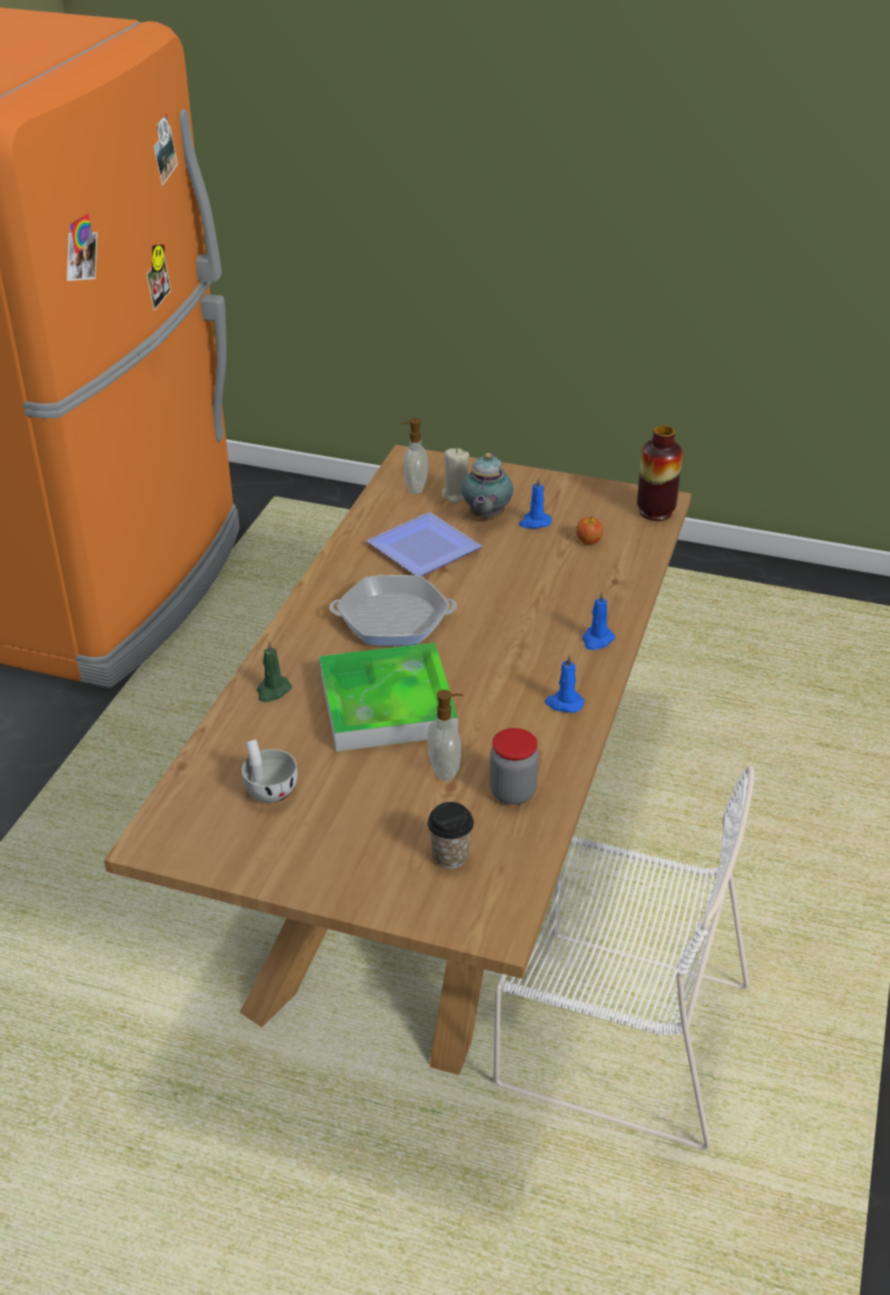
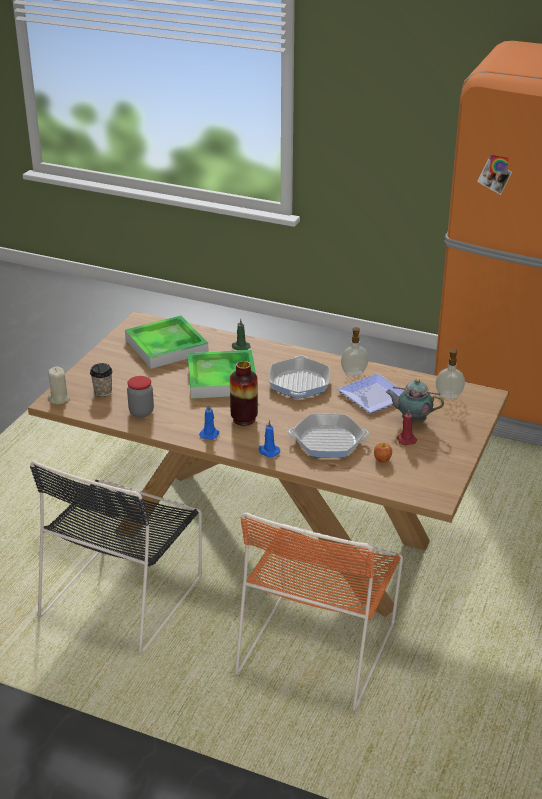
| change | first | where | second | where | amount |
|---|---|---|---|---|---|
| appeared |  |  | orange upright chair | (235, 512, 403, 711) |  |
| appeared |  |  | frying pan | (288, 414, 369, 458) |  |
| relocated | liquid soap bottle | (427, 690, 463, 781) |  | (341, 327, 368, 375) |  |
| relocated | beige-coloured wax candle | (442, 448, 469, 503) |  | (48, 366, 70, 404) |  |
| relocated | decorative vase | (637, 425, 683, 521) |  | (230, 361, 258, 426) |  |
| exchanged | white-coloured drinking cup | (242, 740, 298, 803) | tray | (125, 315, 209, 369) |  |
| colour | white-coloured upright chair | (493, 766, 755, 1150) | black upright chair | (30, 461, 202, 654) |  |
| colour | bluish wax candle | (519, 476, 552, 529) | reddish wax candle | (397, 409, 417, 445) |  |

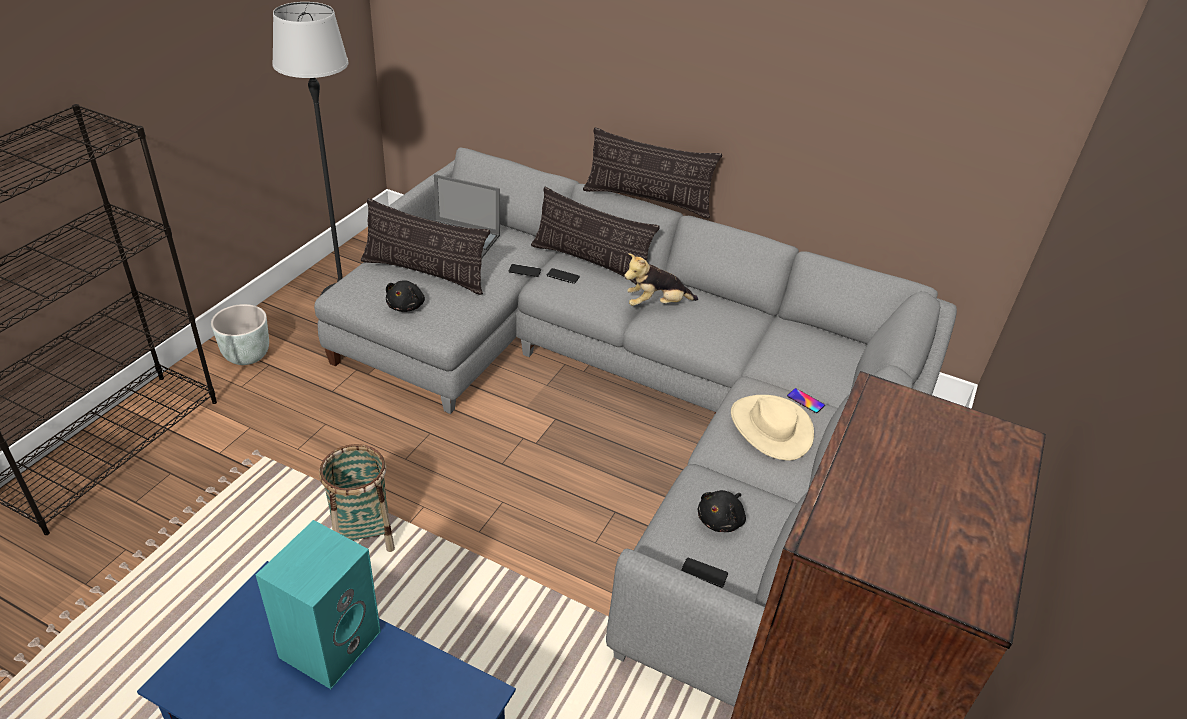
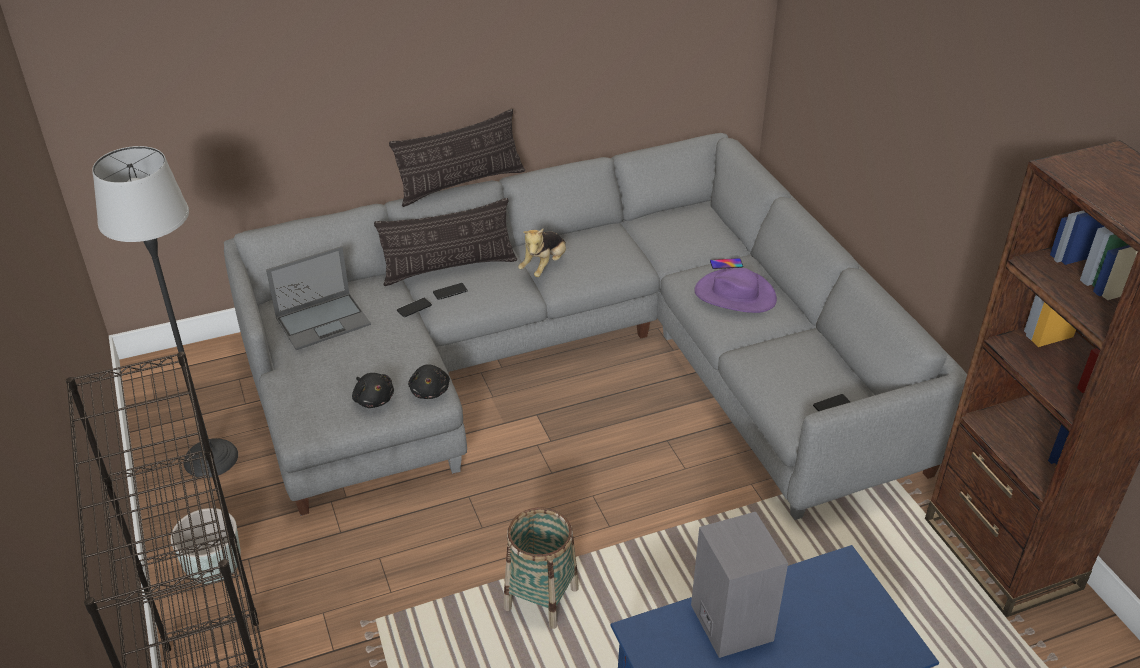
| change | first | where | second | where | amount |
|---|---|---|---|---|---|
| missing | throw pillow | (361, 198, 490, 295) |  |  |  |
| relocated | black soft toy | (697, 490, 746, 532) |  | (408, 364, 450, 399) |  |
| colour | turquoise-coloured audio speaker | (256, 520, 381, 689) | gray audio speaker | (691, 512, 788, 658) |  |
| colour | beige-coloured hat | (731, 395, 814, 461) | purple-coloured hat | (694, 268, 777, 313) |  |

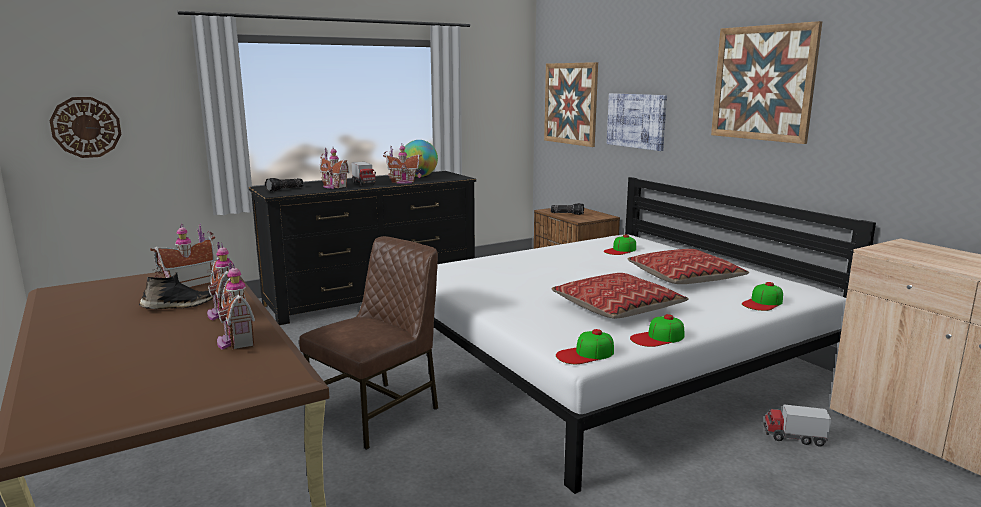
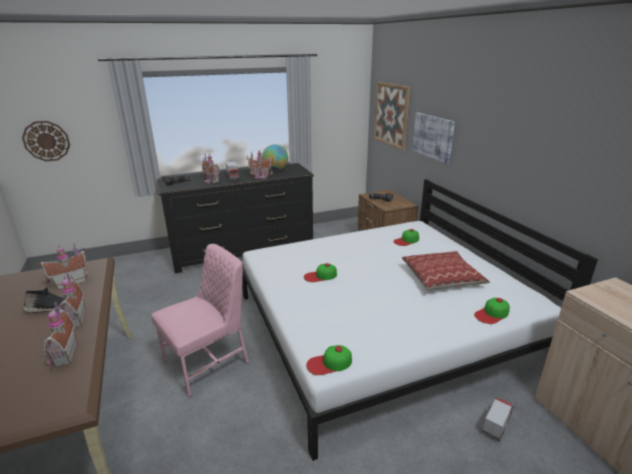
| change | first | where | second | where | amount |
|---|---|---|---|---|---|
| missing | throw pillow | (551, 273, 689, 319) |  |  |  |
| missing | wall picture | (711, 21, 822, 144) |  |  |  |
| relocated | cap | (630, 314, 684, 347) |  | (304, 263, 337, 282) |  |
| colour | brown-coloured upright chair | (299, 236, 438, 450) | pinkish upright chair | (151, 244, 249, 397) |  |
| spun | model truck | (763, 404, 832, 446) |  | (482, 398, 514, 441) | 105 degrees clockwise |

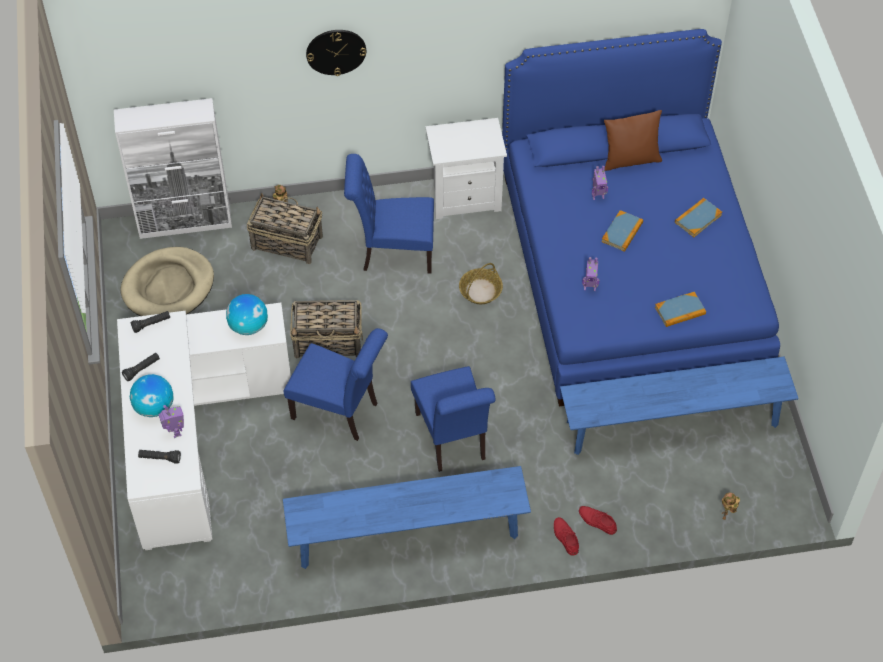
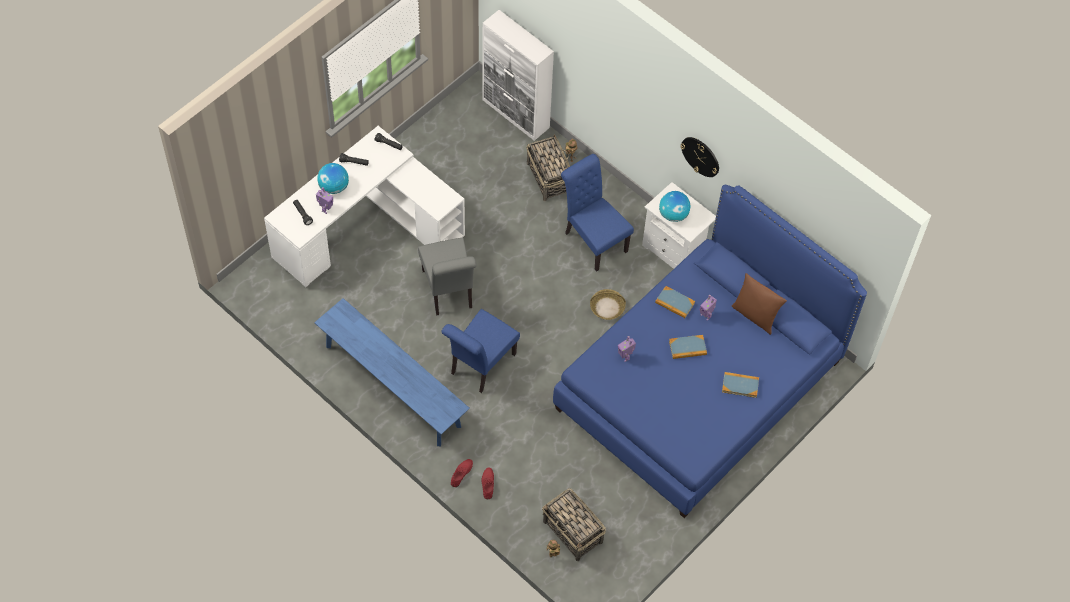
| change | first | where | second | where | amount |
|---|---|---|---|---|---|
| missing | beige-coloured dog cushion | (120, 247, 214, 316) |  |  |  |
| missing | bluish indoor bench | (560, 357, 799, 455) |  |  |  |
| relocated | globe | (226, 294, 268, 335) |  | (659, 191, 691, 222) |  |
| relocated | household basket | (290, 300, 363, 358) |  | (542, 488, 606, 561) |  |
| relocated | hanging clock | (306, 30, 366, 76) |  | (680, 137, 719, 177) |  |
| relocated | book | (655, 292, 706, 327) |  | (655, 286, 695, 318) |  |
| colour | bluish upright chair | (284, 328, 388, 441) | gray upright chair | (418, 237, 476, 316) |  |

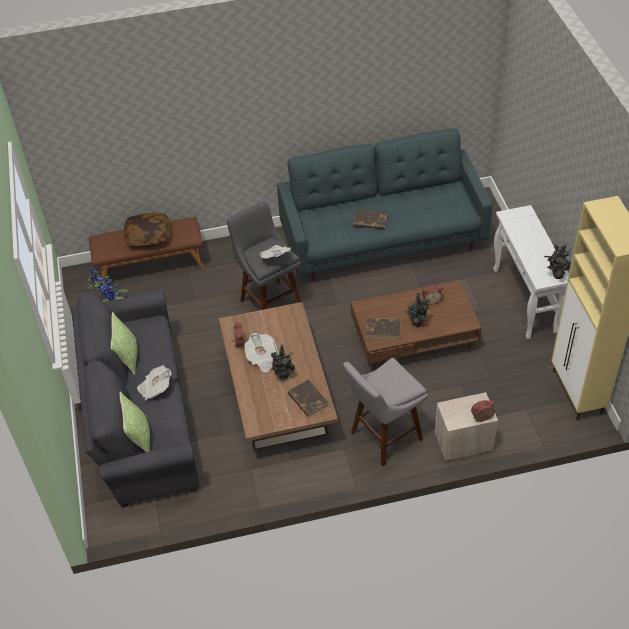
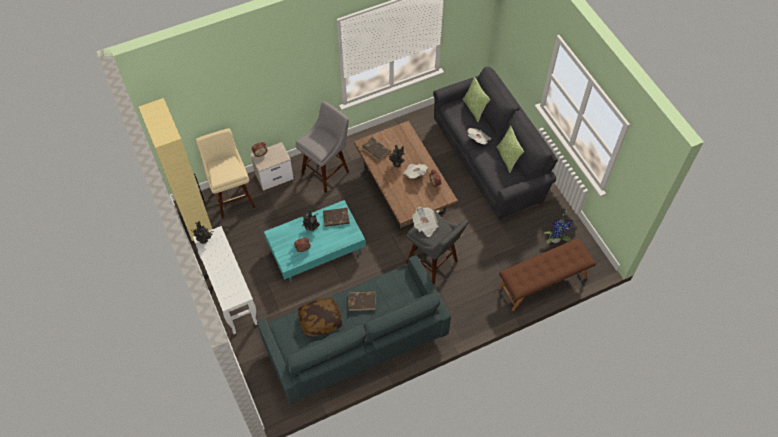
| change | first | where | second | where | amount |
|---|---|---|---|---|---|
| appeared |  |  | beige-coloured stool seat | (196, 128, 256, 219) |  |
| relocated | throw pillow | (124, 213, 171, 247) |  | (298, 298, 342, 337) |  |
| colour | brown-coloured lounge table | (351, 280, 482, 371) | turquoise-coloured lounge table | (264, 200, 366, 281) |  |

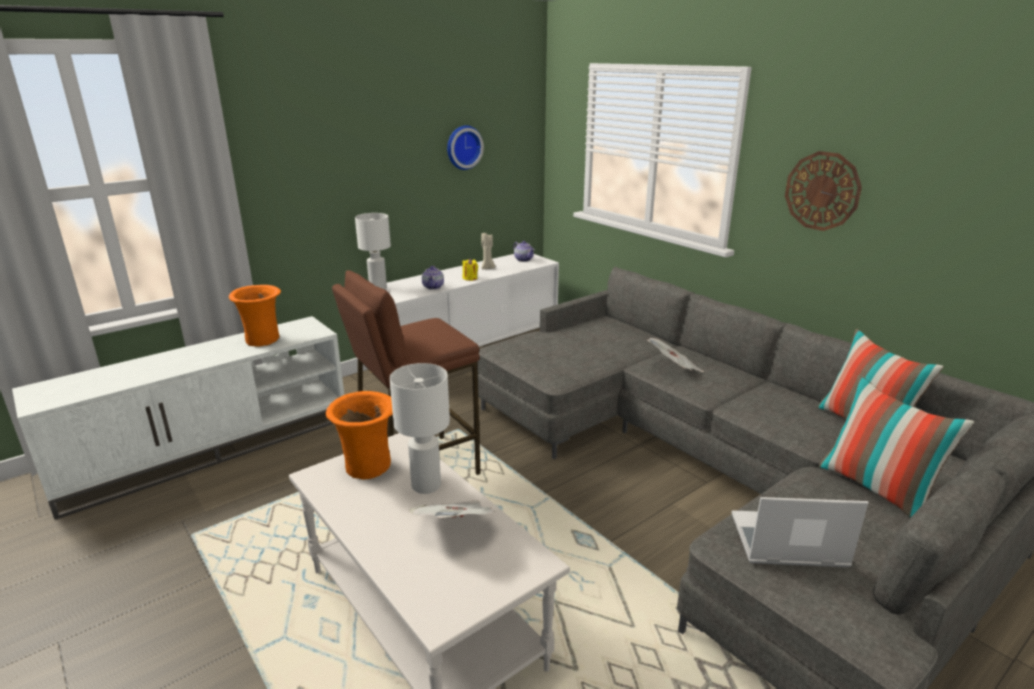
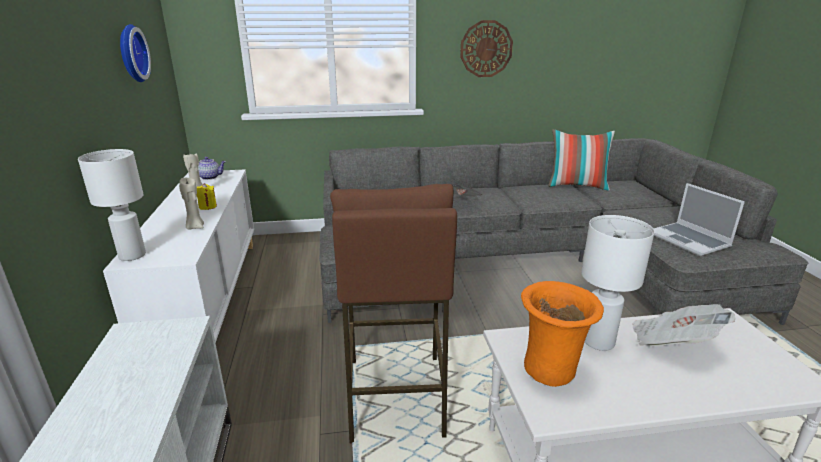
| change | first | where | second | where | amount |
|---|---|---|---|---|---|
| missing | orange decorative vase | (229, 285, 281, 347) |  |  |  |
| missing | throw pillow | (819, 375, 974, 518) |  |  |  |
| exchanged | pot for tea | (422, 266, 444, 290) | beige-coloured wax candle | (179, 178, 204, 230) |  |
| spun | notebook computer | (731, 497, 868, 567) |  | (653, 183, 745, 256) | 60 degrees counterclockwise |

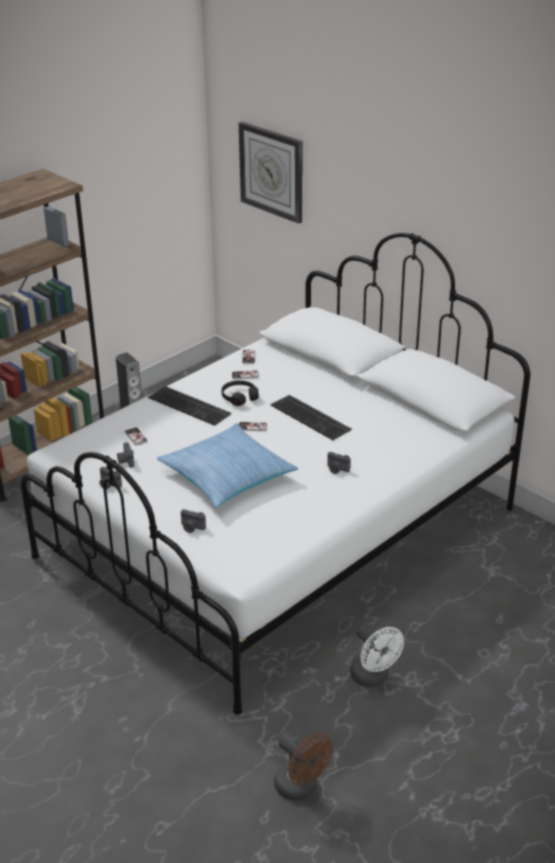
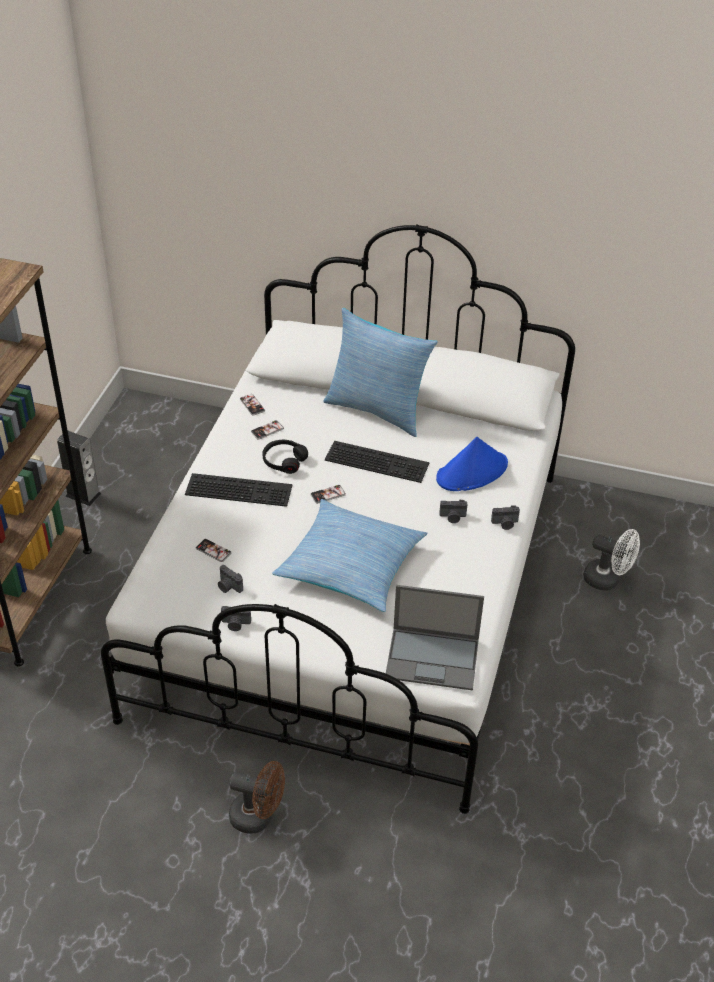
| change | first | where | second | where | amount |
|---|---|---|---|---|---|
| missing | hanging clock | (239, 122, 302, 224) |  |  |  |
| appeared |  |  | throw pillow | (323, 308, 438, 437) |  |
| appeared |  |  | notebook computer | (386, 585, 484, 691) |  |
| appeared |  |  | bluish hat | (436, 437, 508, 491) |  |
| relocated | photo camera | (181, 509, 206, 533) |  | (491, 505, 520, 530) |  |
| relocated | brown-coloured fan | (274, 732, 332, 801) |  | (229, 761, 285, 833) |  |
| relocated | white-coloured fan | (350, 624, 404, 687) |  | (584, 529, 640, 591) |  |

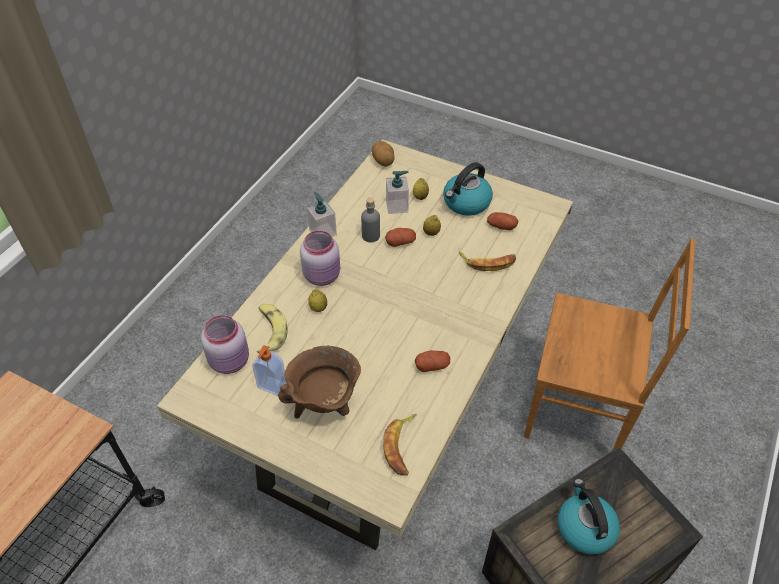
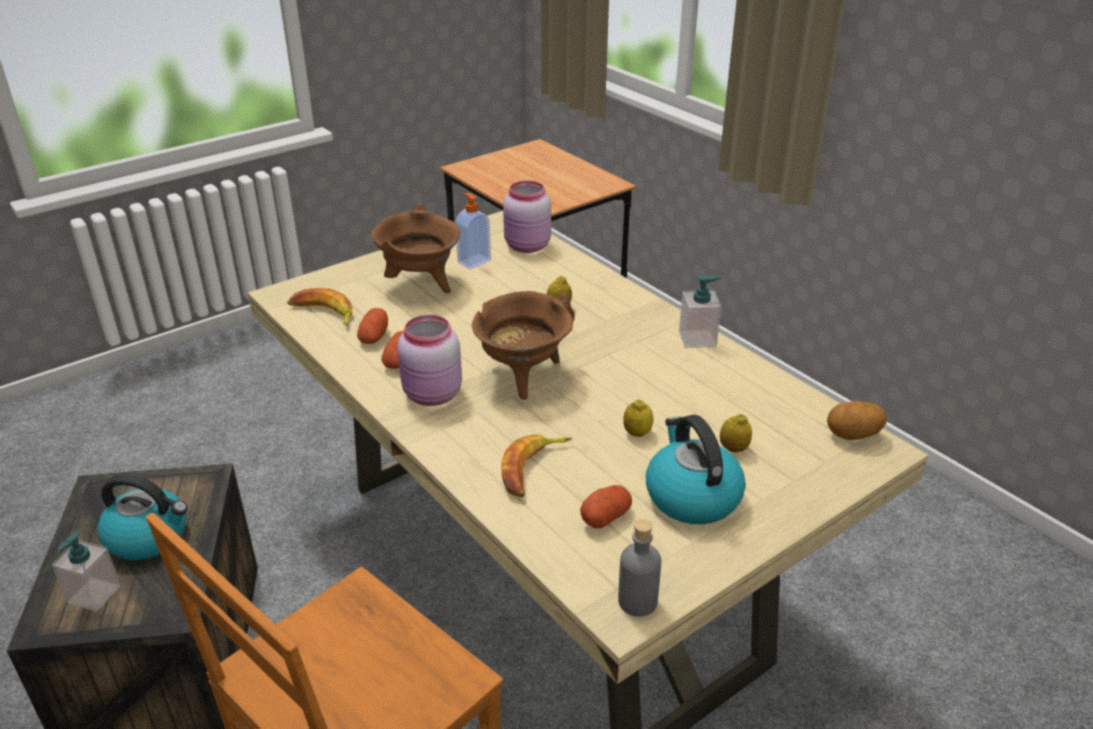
| change | first | where | second | where | amount |
|---|---|---|---|---|---|
| missing | banana fruit | (257, 304, 288, 353) |  |  |  |
| appeared |  |  | brown-coloured saucepot | (472, 291, 575, 400) |  |
| relocated | pinkish storage jar | (300, 231, 340, 286) |  | (397, 315, 462, 406) |  |
| relocated | gray drink bottle | (361, 197, 380, 242) |  | (618, 519, 661, 617) |  |
| relocated | potato | (385, 228, 416, 247) |  | (357, 308, 388, 344) |  |
| relocated | liquid soap bottle | (386, 171, 409, 214) |  | (52, 530, 121, 611) |  |

